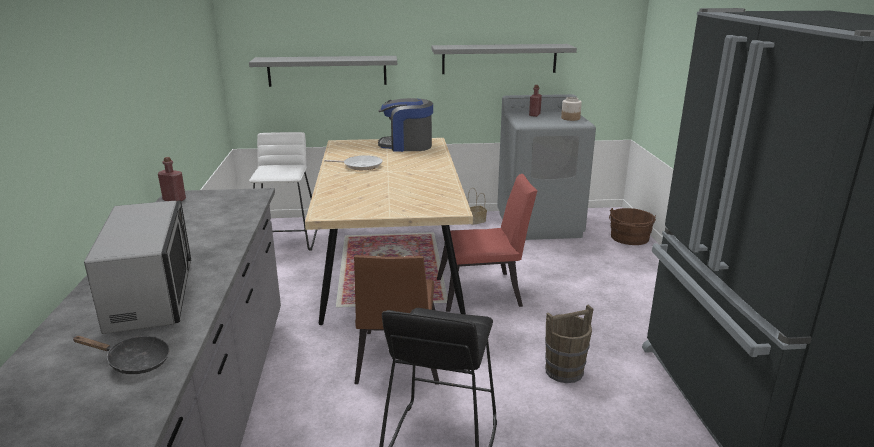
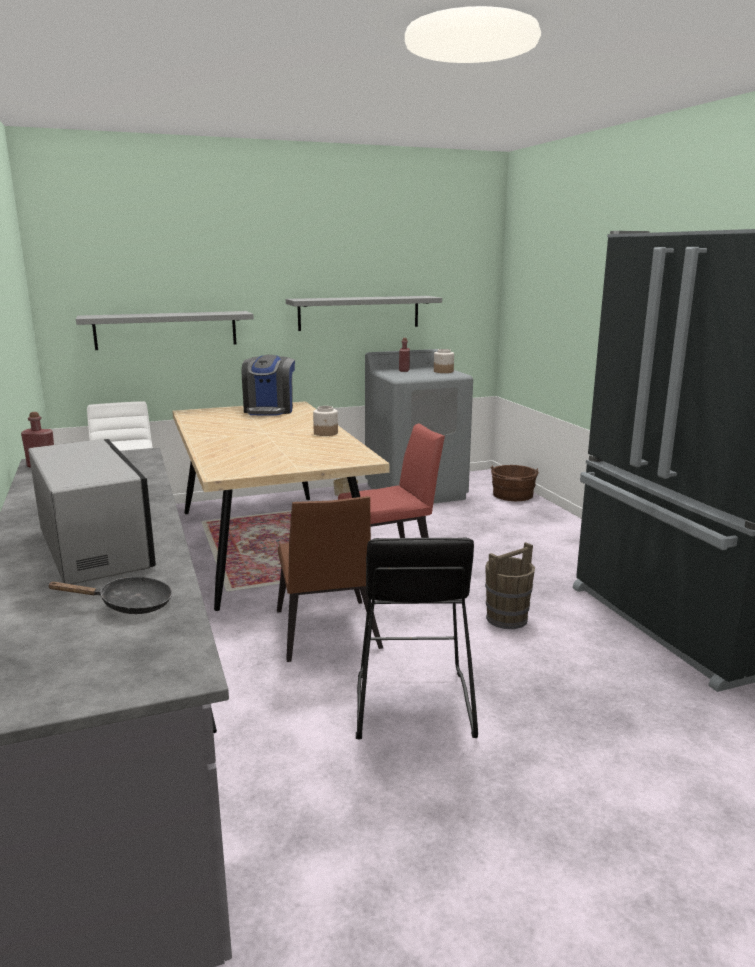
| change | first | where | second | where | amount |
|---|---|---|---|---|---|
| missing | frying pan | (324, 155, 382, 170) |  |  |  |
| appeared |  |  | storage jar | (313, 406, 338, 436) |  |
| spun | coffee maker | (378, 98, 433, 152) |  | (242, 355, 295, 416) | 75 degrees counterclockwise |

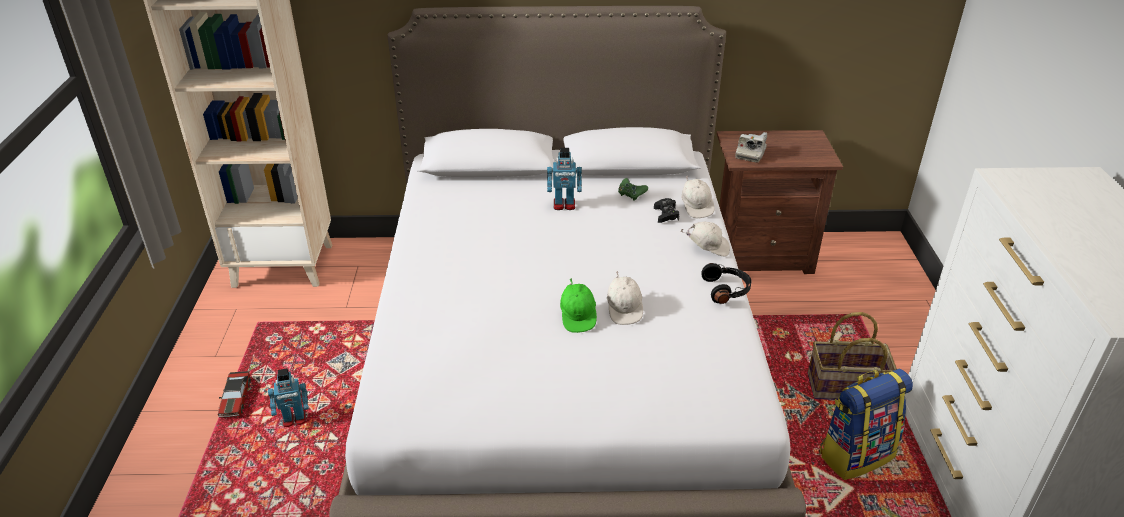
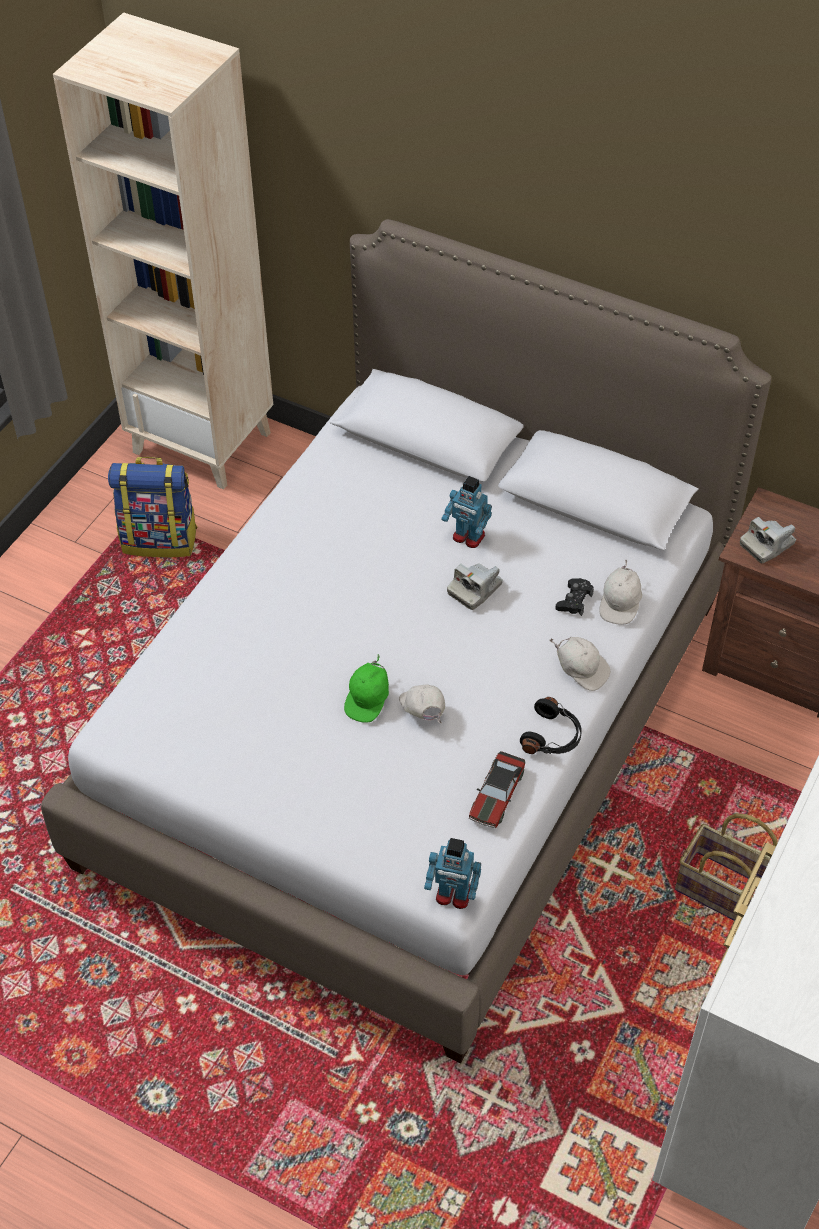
| change | first | where | second | where | amount |
|---|---|---|---|---|---|
| missing | greenish joypad | (618, 178, 648, 201) |  |  |  |
| appeared |  |  | photo camera | (447, 564, 503, 610) |  |
| relocated | model car | (218, 371, 251, 417) |  | (469, 751, 525, 828) |  |
| relocated | toy robot | (268, 369, 309, 427) |  | (424, 838, 481, 909) |  |
| relocated | backpack | (819, 369, 913, 480) |  | (108, 457, 198, 557) |  |
| spun | white-coloured cap | (607, 271, 643, 325) |  | (399, 684, 445, 724) | 135 degrees clockwise |

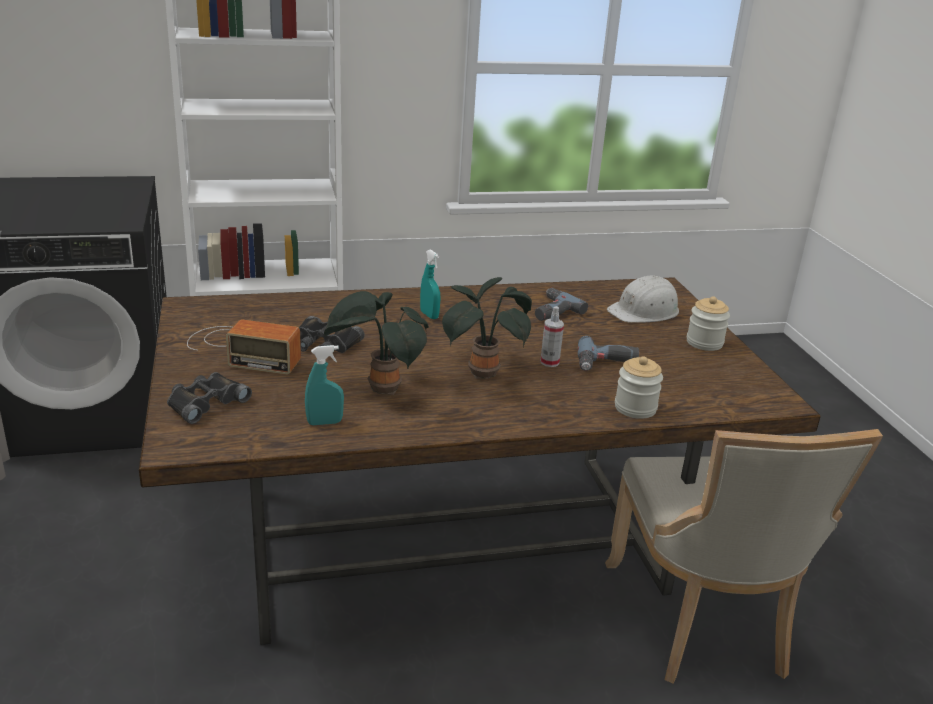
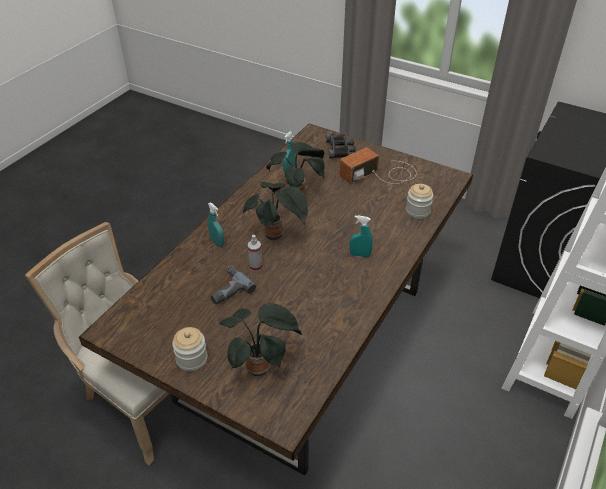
| change | first | where | second | where | amount |
|---|---|---|---|---|---|
| missing | black field glasses | (299, 316, 365, 353) |  |  |  |
| missing | electric drill | (535, 288, 588, 321) |  |  |  |
| appeared |  |  | turquoise-coloured hand sprayer | (208, 202, 224, 247) |  |
| relocated | storage jar | (615, 356, 663, 419) |  | (406, 184, 433, 219) |  |
| exchanged | white-coloured work helmet | (607, 275, 679, 323) | plant in a pot | (219, 303, 302, 376) |  |

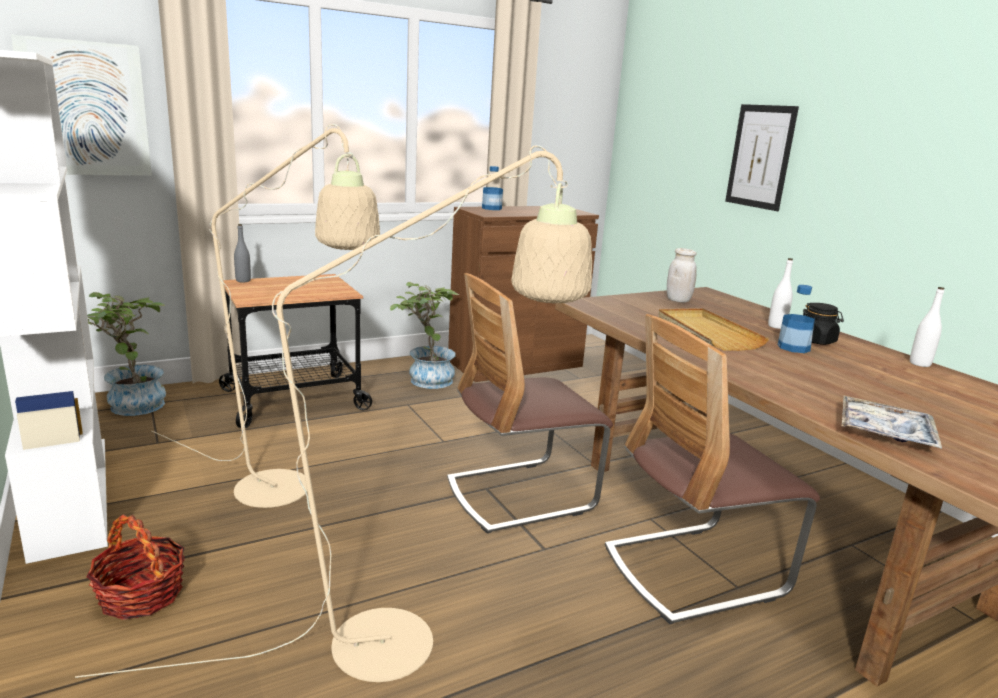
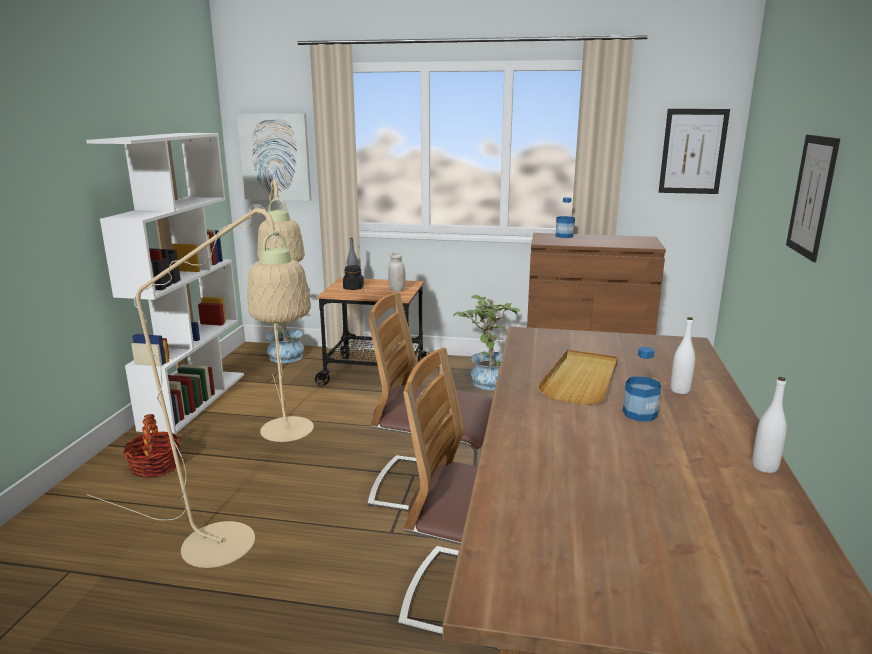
| change | first | where | second | where | amount |
|---|---|---|---|---|---|
| missing | tray | (842, 395, 942, 449) |  |  |  |
| appeared |  |  | wall picture | (659, 109, 730, 194) |  |
| relocated | white-coloured storage jar | (667, 248, 697, 302) |  | (388, 253, 406, 292) |  |
| relocated | black storage jar | (803, 303, 844, 345) |  | (343, 265, 364, 290) |  |

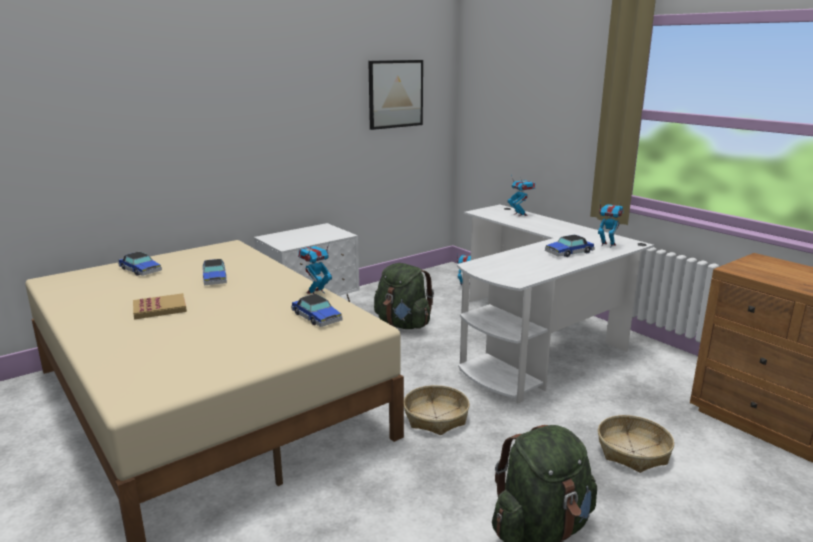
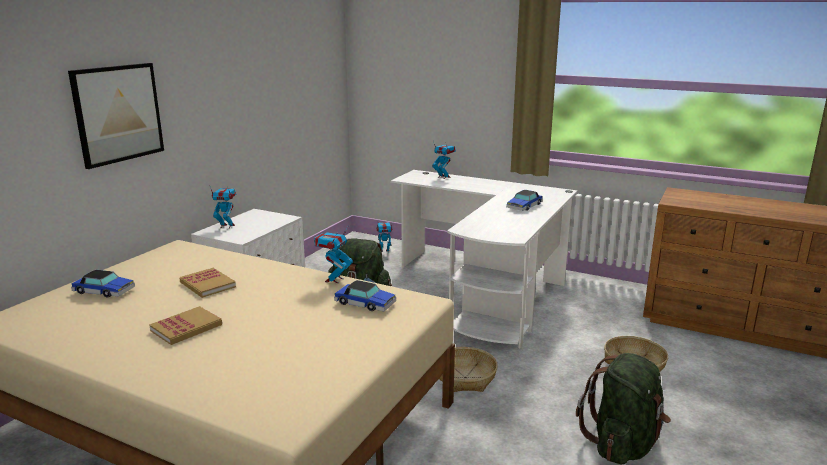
| change | first | where | second | where | amount |
|---|---|---|---|---|---|
| relocated | wall picture | (368, 60, 423, 130) |  | (68, 63, 164, 169) |  |
| relocated | toy robot | (598, 202, 623, 248) |  | (210, 186, 237, 229) |  |
| exchanged | model car | (203, 259, 227, 286) | book | (179, 268, 236, 298) |  |

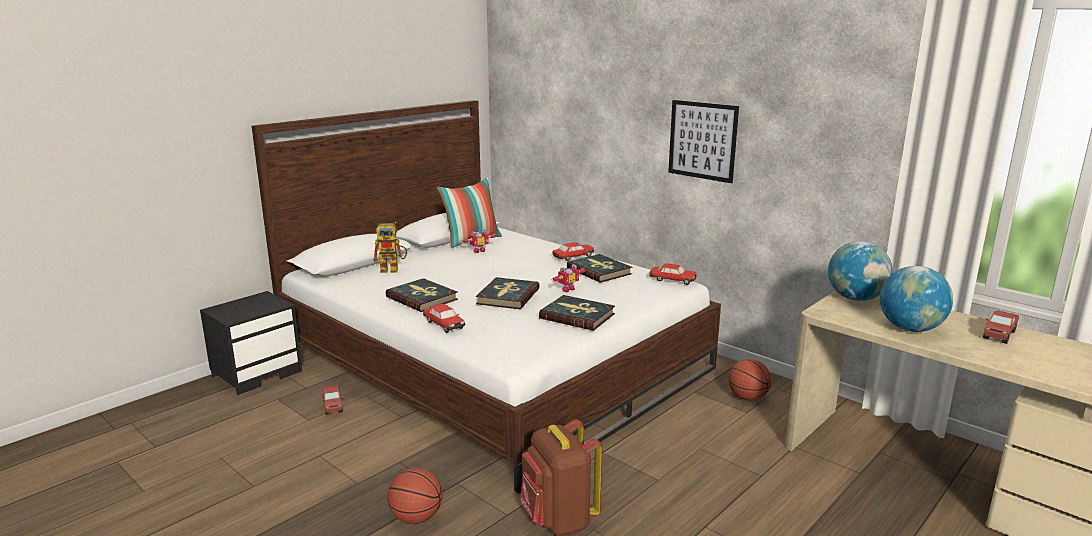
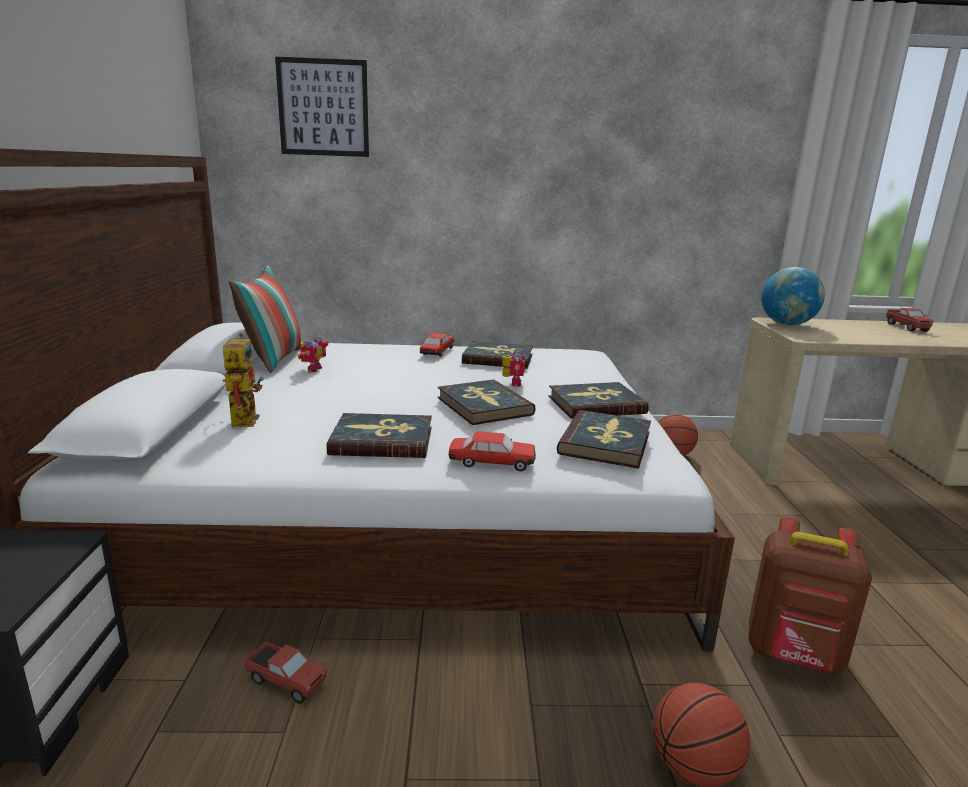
| change | first | where | second | where | amount |
|---|---|---|---|---|---|
| missing | model car | (649, 263, 697, 285) |  |  |  |
| missing | globe | (880, 266, 953, 332) |  |  |  |
| appeared |  |  | book | (557, 410, 651, 469) |  |
| relocated | wall picture | (668, 100, 739, 183) |  | (275, 57, 369, 157) |  |
| spun | toy robot | (373, 222, 407, 273) |  | (223, 333, 264, 427) | 45 degrees counterclockwise |

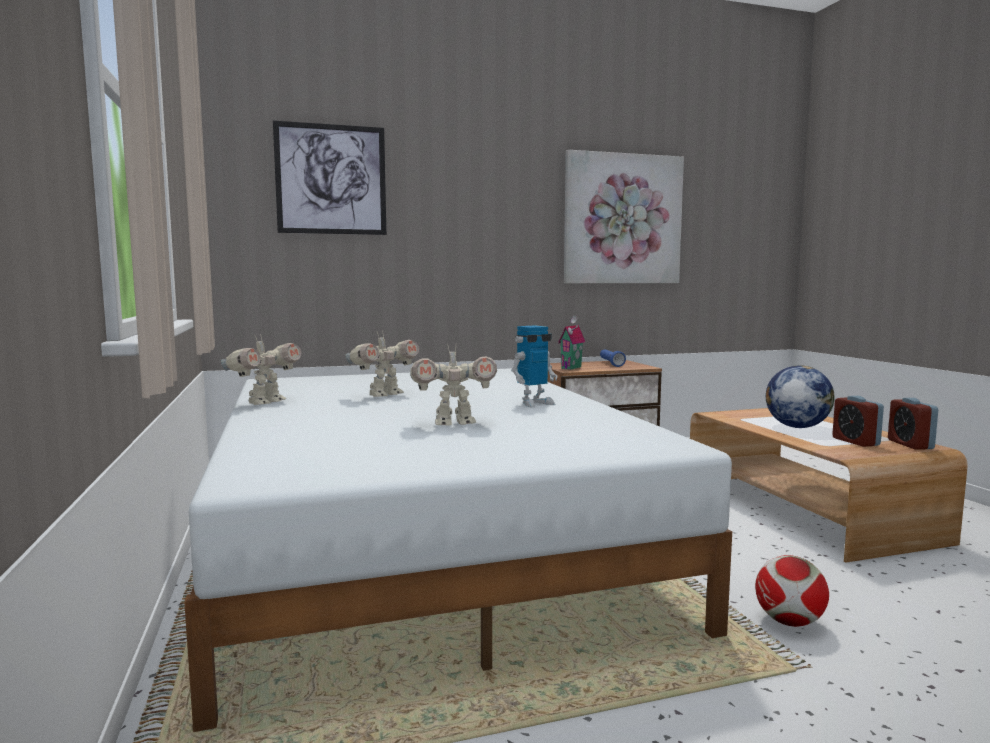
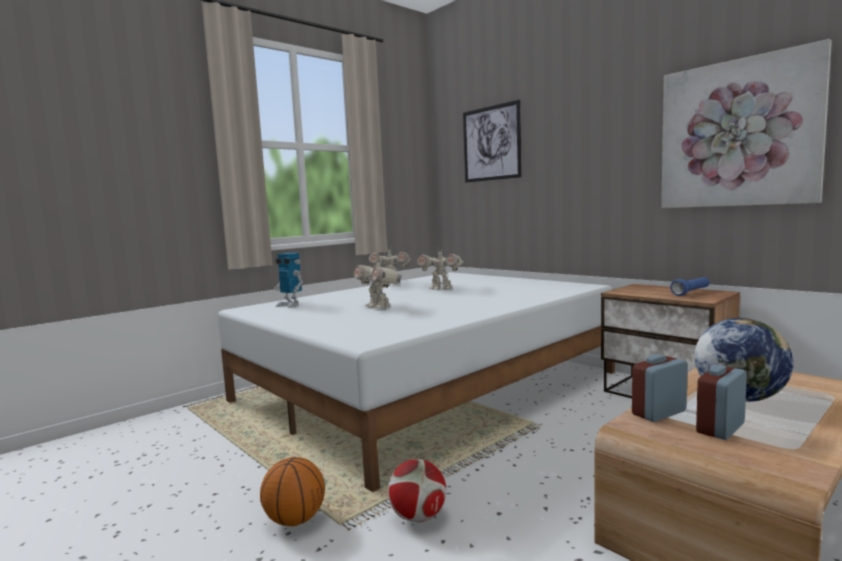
| change | first | where | second | where | amount |
|---|---|---|---|---|---|
| missing | model house | (558, 315, 585, 370) |  |  |  |
| appeared |  |  | basketball ball | (260, 457, 325, 526) |  |
| relocated | toy robot | (511, 326, 558, 407) |  | (274, 253, 303, 308) |  |
| relocated | bedside clock | (888, 398, 938, 450) |  | (632, 354, 688, 422) |  |

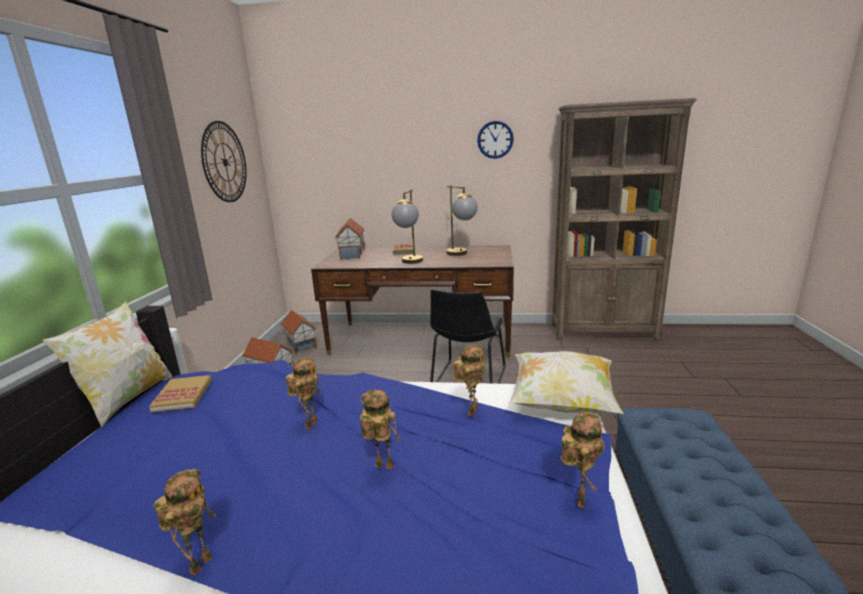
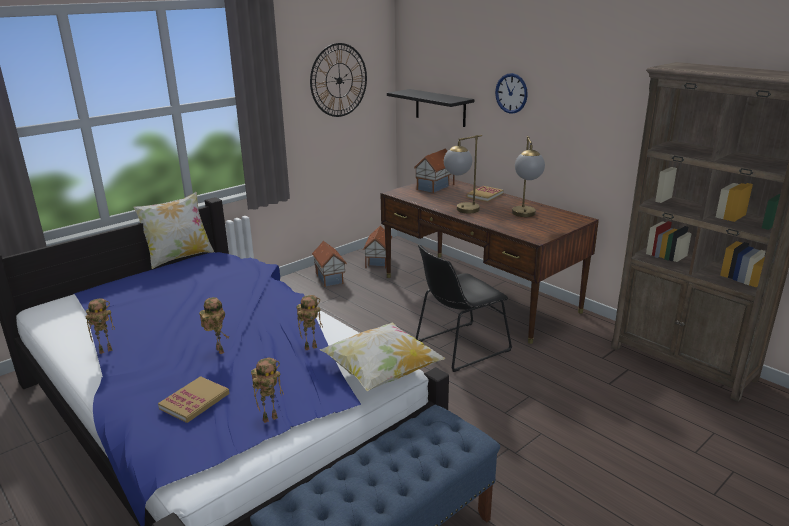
| change | first | where | second | where | amount |
|---|---|---|---|---|---|
| missing | toy robot | (286, 357, 321, 430) |  |  |  |
| appeared |  |  | black shelf | (387, 89, 474, 127) |  |
| relocated | book | (149, 375, 212, 413) |  | (158, 376, 230, 423) |  |
| relocated | hanging clock | (477, 121, 514, 159) |  | (495, 73, 528, 114) |  |

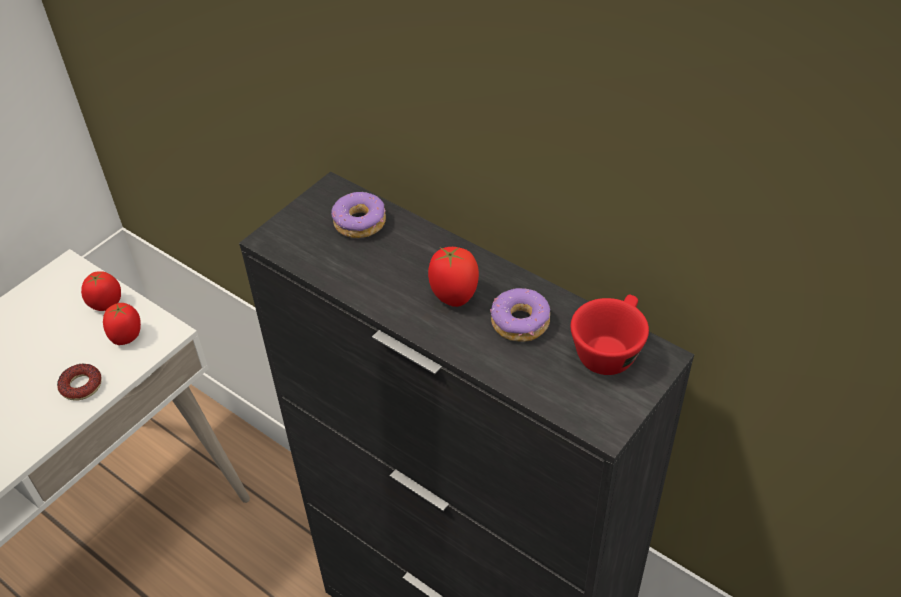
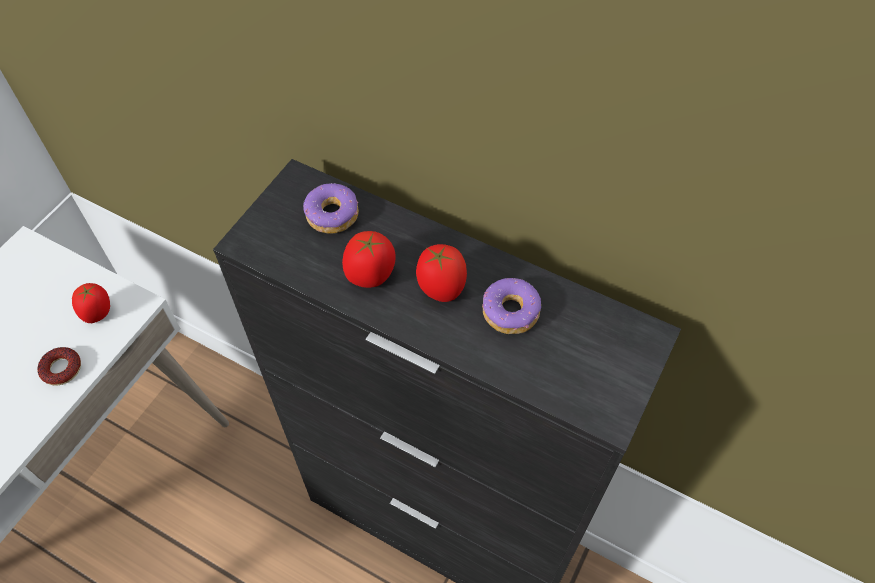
| change | first | where | second | where | amount |
|---|---|---|---|---|---|
| missing | reddish drinking cup | (571, 294, 649, 375) |  |  |  |
| relocated | whole tomato | (81, 271, 121, 311) |  | (342, 231, 396, 288) |  |

